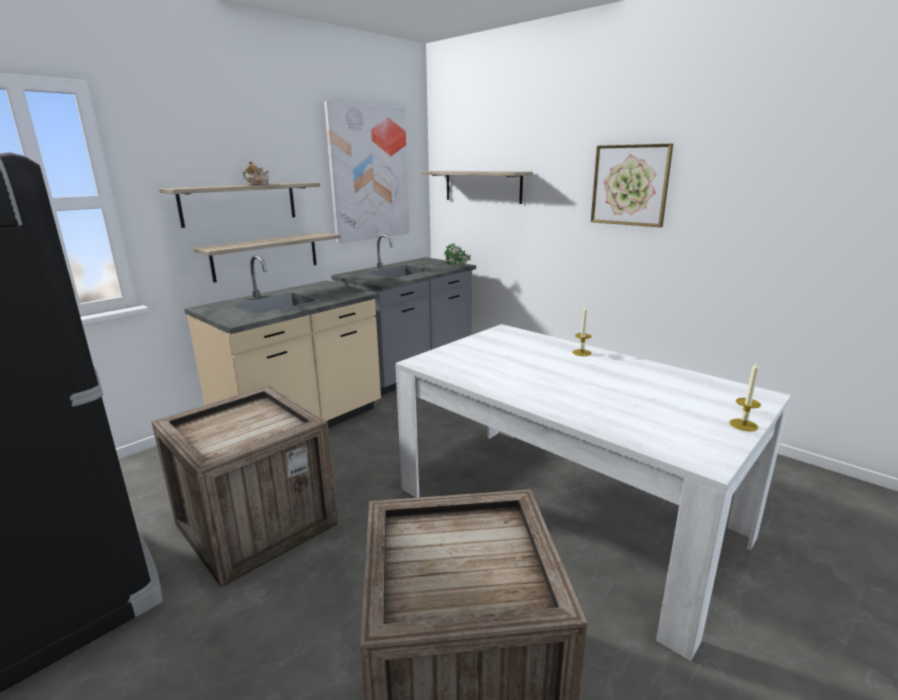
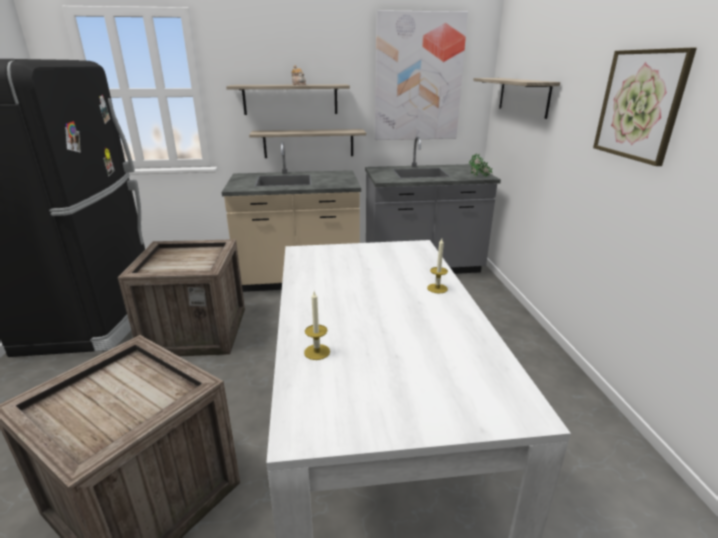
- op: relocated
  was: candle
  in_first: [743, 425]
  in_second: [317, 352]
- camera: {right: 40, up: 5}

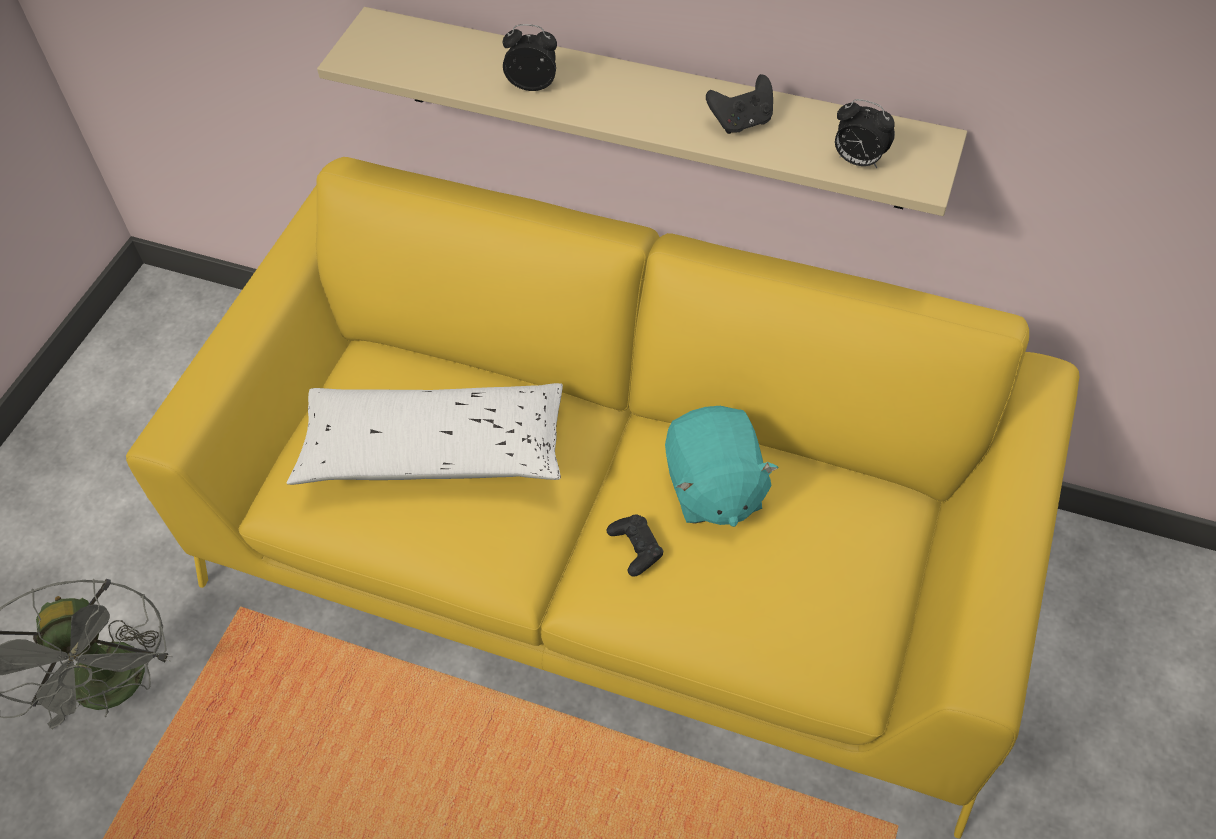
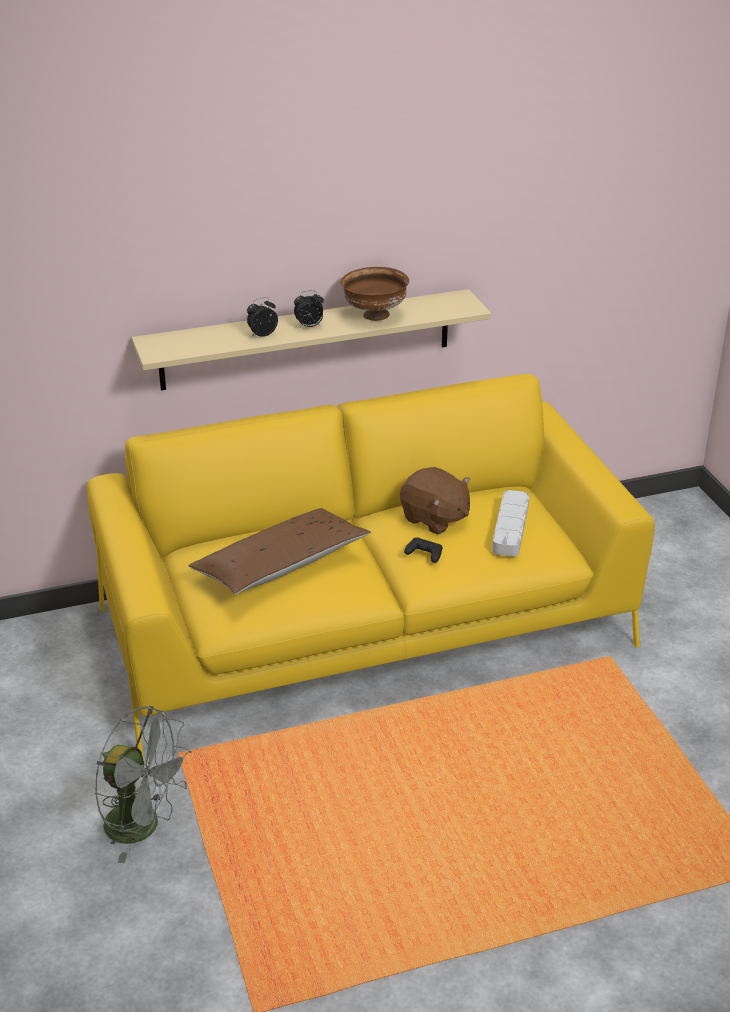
- op: colour
  was: white pillow
  now: brown pillow
  in_first: [434, 450]
  in_second: [281, 565]
- op: colour
  was: turquoise plush toy
  now: brown plush toy
  in_first: [713, 489]
  in_second: [434, 519]
- op: exchanged
  was: black game controller
  now: brown bowl
  in_first: [741, 122]
  in_second: [374, 315]
- op: relocated
  was: alarm clock
  in_first: [858, 161]
  in_second: [309, 326]
- op: appeared
  now: grey tray
  in_second: [510, 527]
- camera: {right: -40, up: -20}

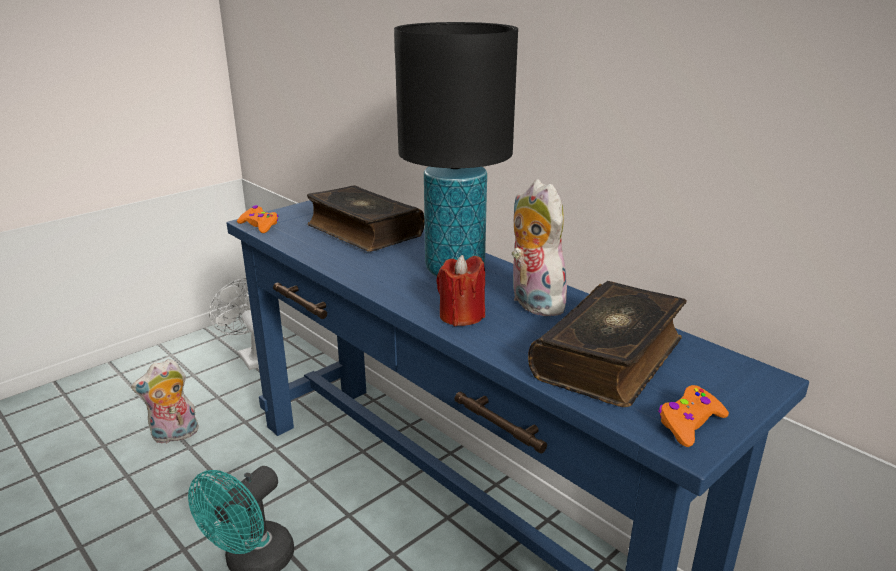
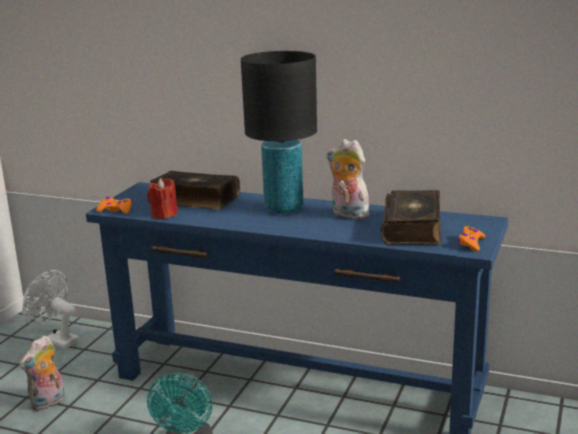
- op: relocated
  was: red candle
  in_first: [461, 316]
  in_second: [164, 214]
- camera: {right: -25, up: -5}

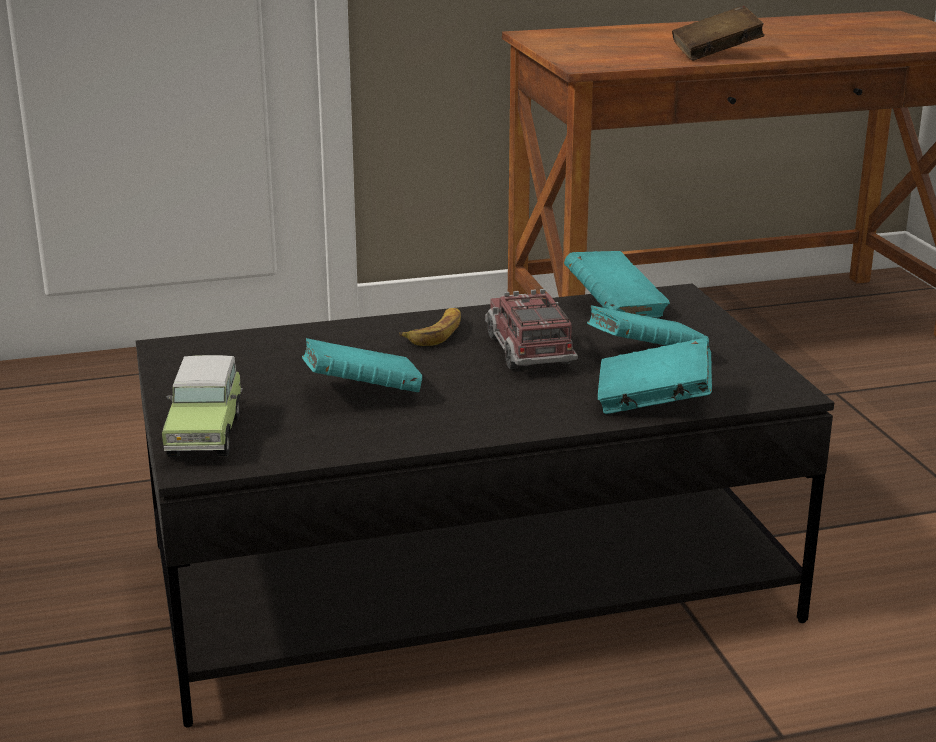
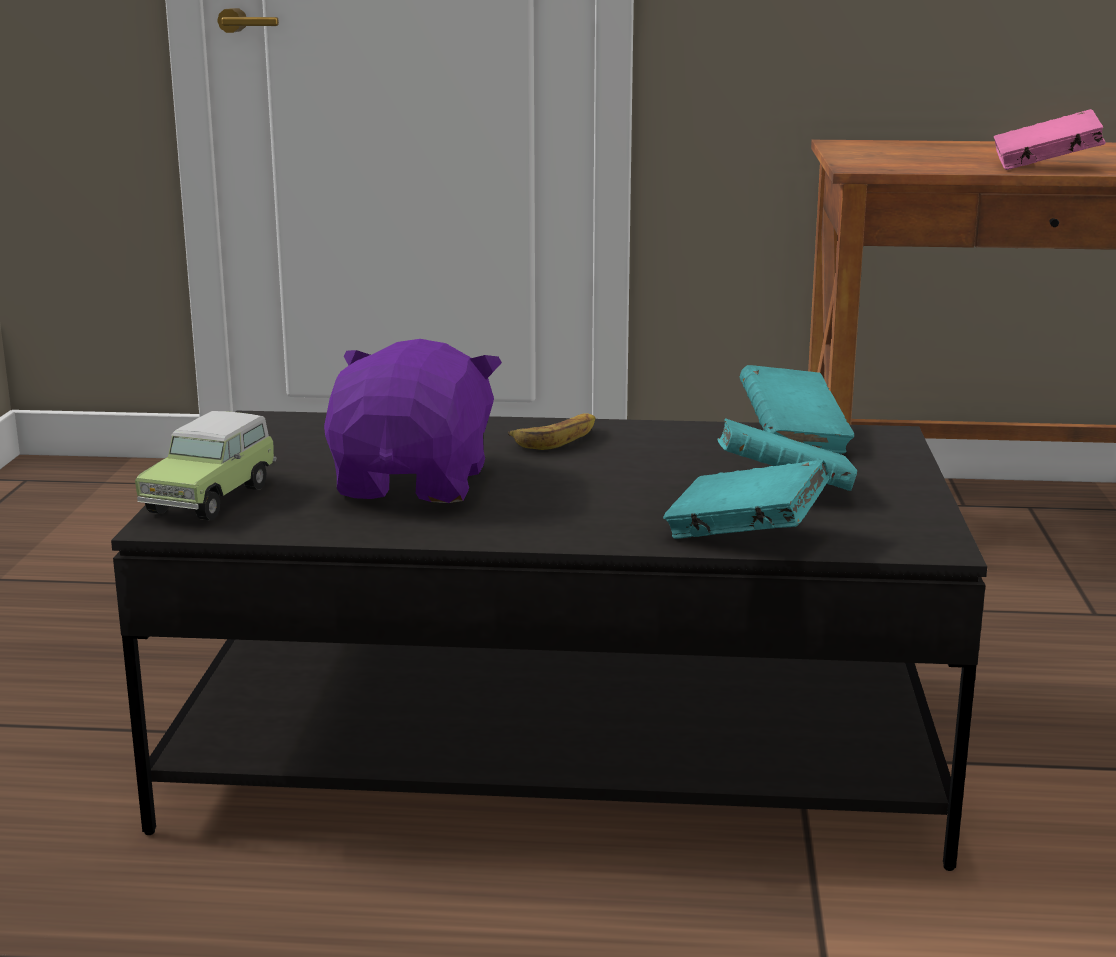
- op: exchanged
  was: turquoise book
  now: purple plush toy
  in_first: [362, 393]
  in_second: [415, 484]
- op: missing
  was: toy truck
  in_first: [529, 350]
- op: colour
  was: brown book
  now: pink book
  in_first: [716, 54]
  in_second: [1045, 167]
- camera: {right: 20, up: -5}

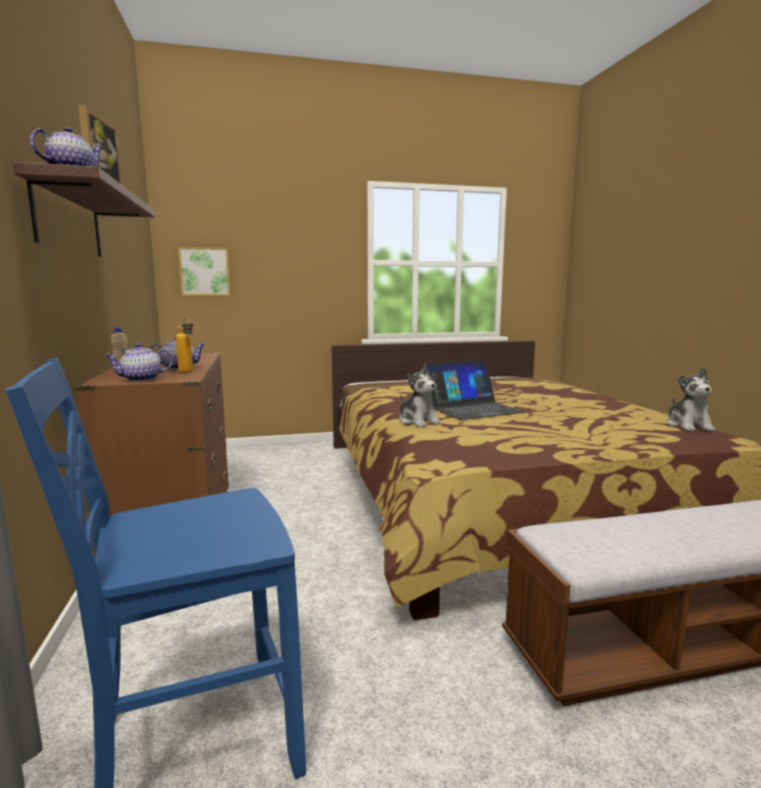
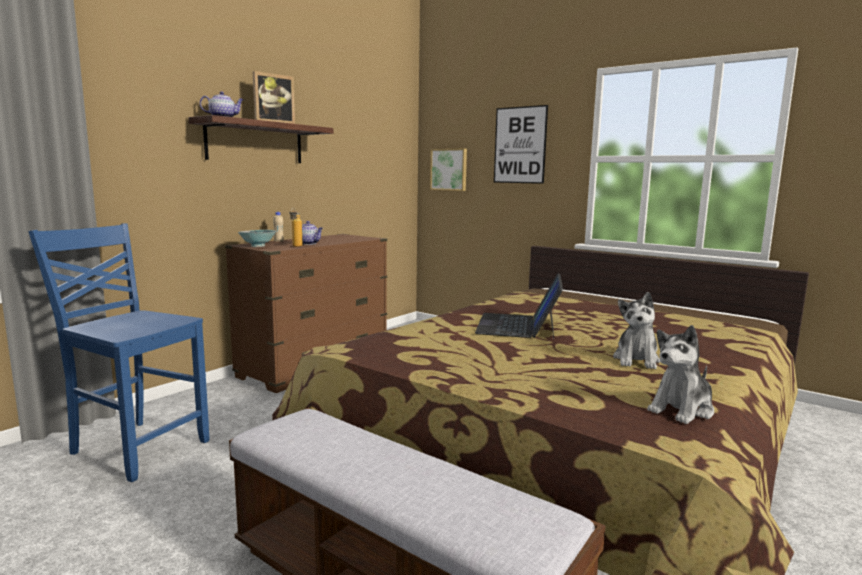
- op: exchanged
  was: teapot
  now: bowl
  in_first: [141, 379]
  in_second: [258, 246]
- op: relocated
  was: plush toy
  in_first: [418, 421]
  in_second: [636, 360]
- op: spun
  was: laptop
  in_first: [472, 408]
  in_second: [518, 325]
  clockwise: 75
- op: appeared
  now: picture
  in_second: [520, 145]
- camera: {right: 50, up: 0}

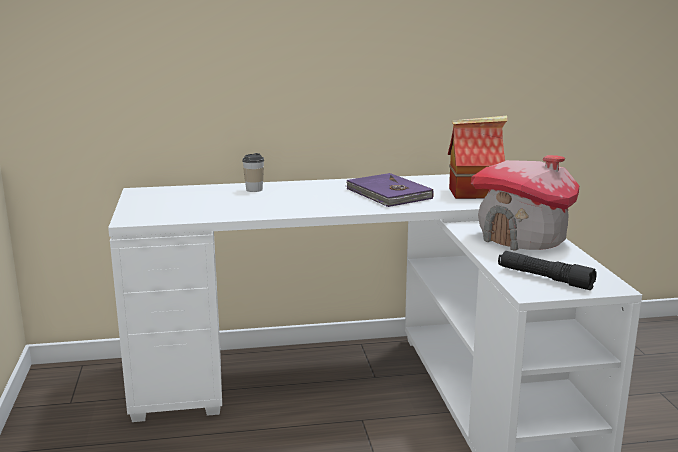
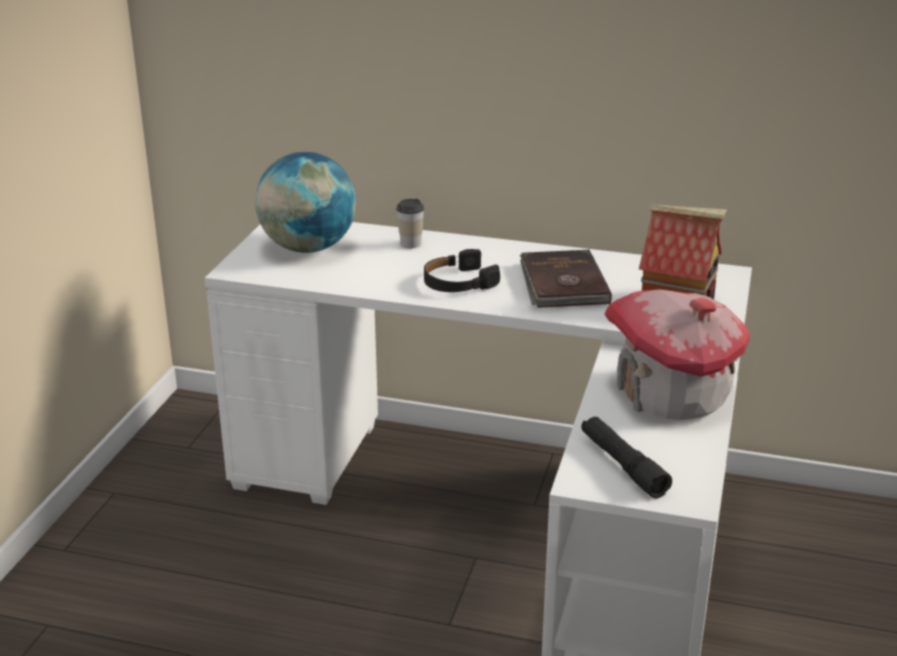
- op: colour
  was: purple book
  now: brown book
  in_first: [388, 194]
  in_second: [562, 284]
- op: appeared
  now: globe
  in_second: [308, 248]
- op: appeared
  now: black headphones
  in_second: [458, 282]
- camera: {right: 25, up: 10}

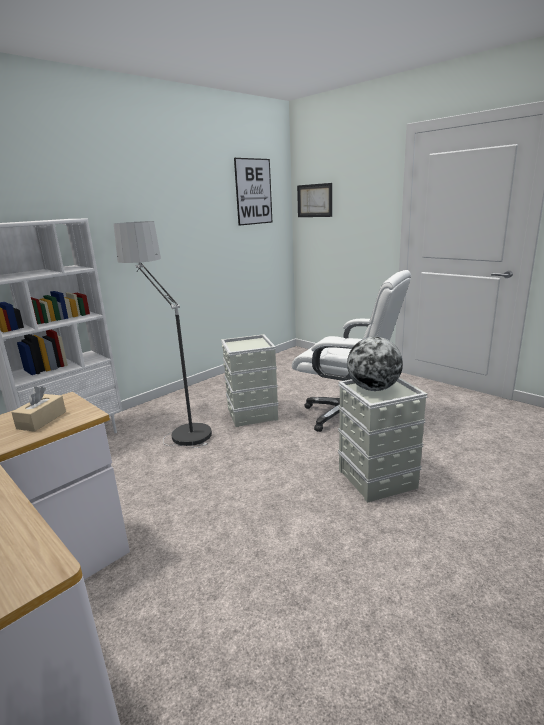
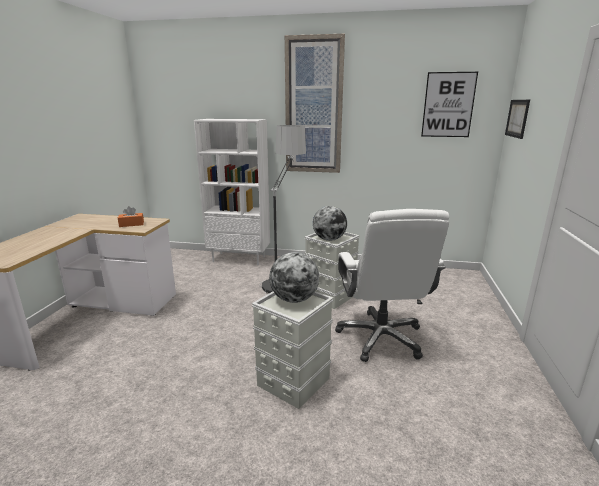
- op: colour
  was: beige tissue box
  now: orange tissue box
  in_first: [42, 420]
  in_second: [131, 224]
- op: appeared
  now: picture
  in_second: [314, 107]
- op: appeared
  now: globe
  in_second: [329, 239]
- camera: {right: 55, up: 0}

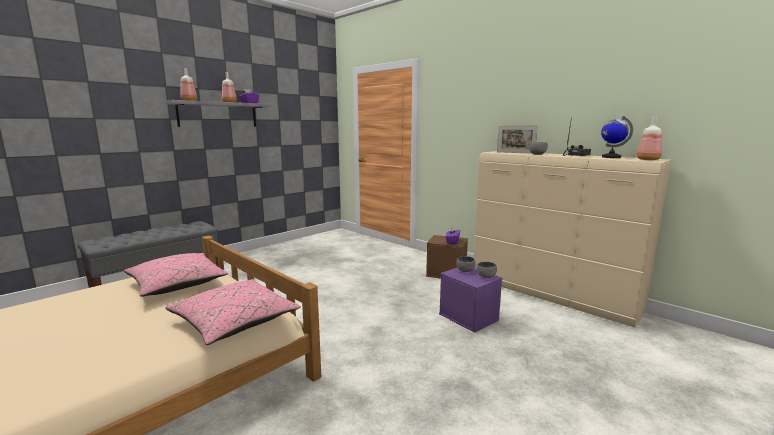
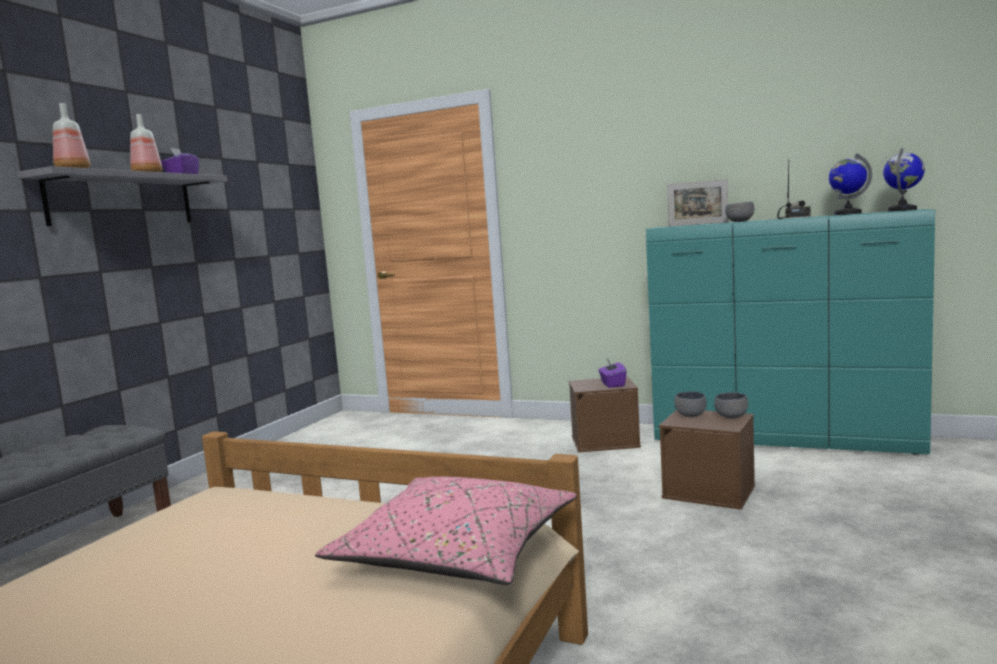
- op: missing
  was: pink pillow
  in_first: [177, 284]
- op: colour
  was: purple storage box
  now: brown storage box
  in_first: [469, 317]
  in_second: [710, 491]
- op: colour
  was: beige dresser
  now: turquoise dresser
  in_first: [550, 296]
  in_second: [784, 441]
- op: exchanged
  was: bottle
  now: globe
  in_first: [647, 159]
  in_second: [902, 210]
- camera: {right: -20, up: -5}

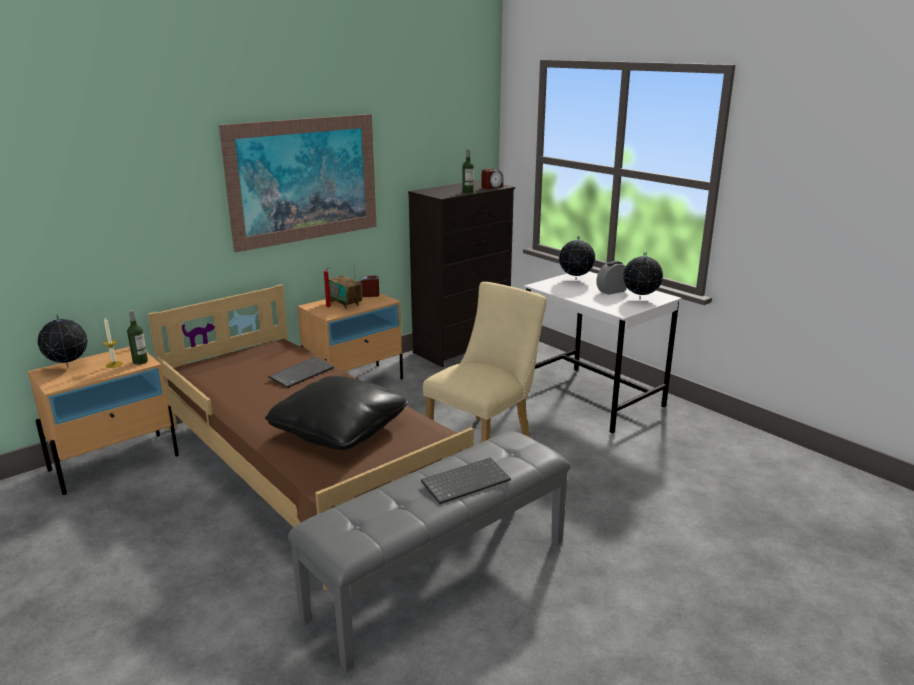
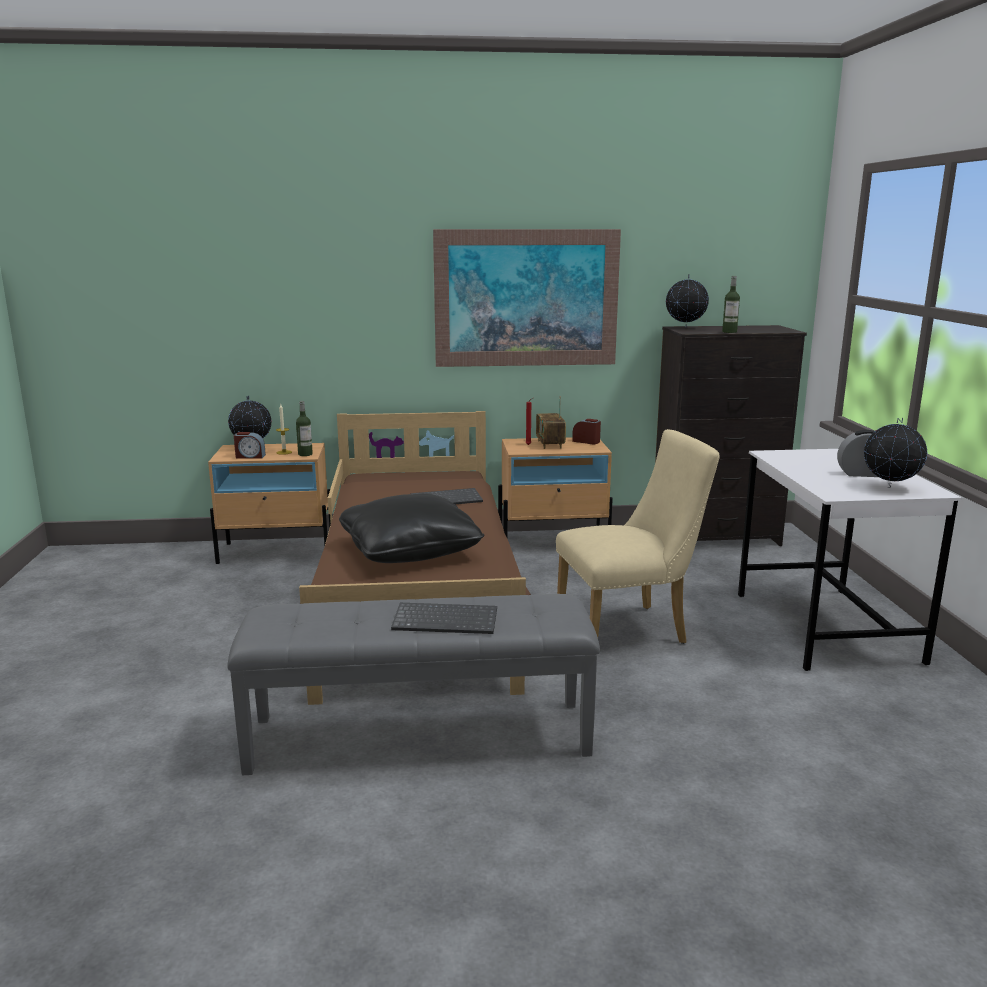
- op: relocated
  was: alarm clock
  in_first: [491, 187]
  in_second: [250, 456]
- op: relocated
  was: globe
  in_first: [575, 280]
  in_second: [685, 328]
- camera: {right: 35, up: -5}

